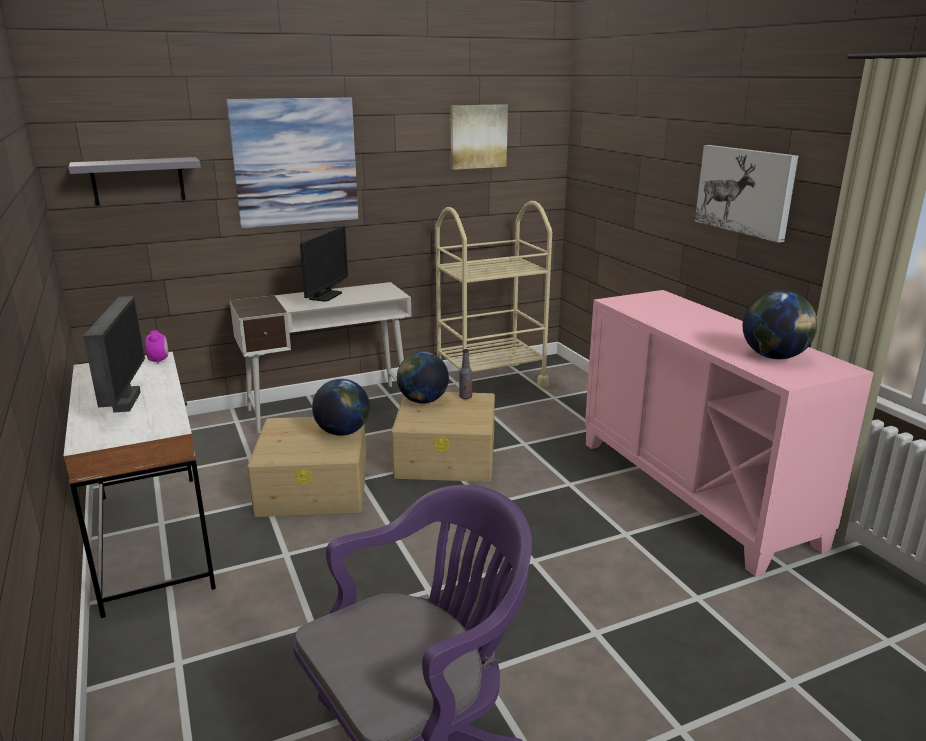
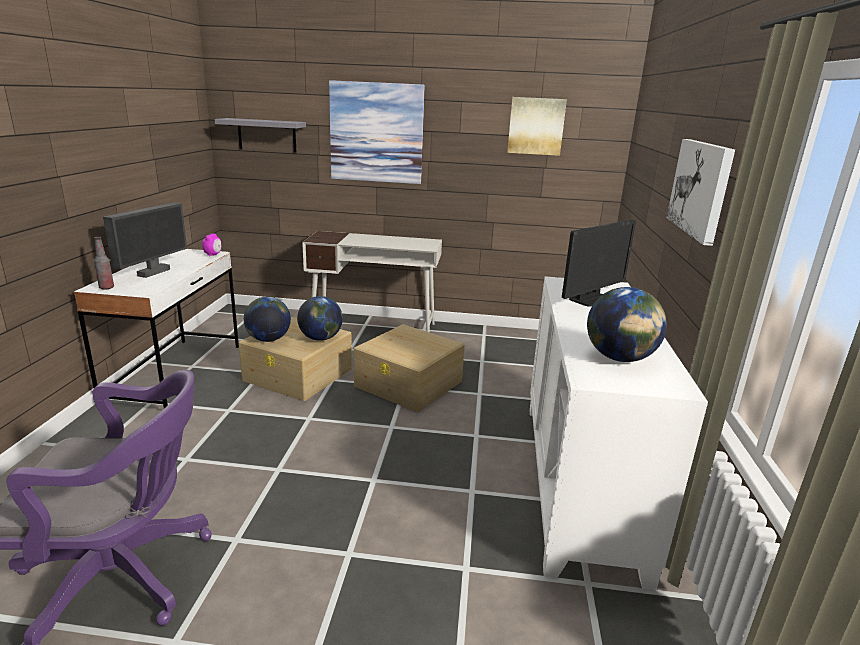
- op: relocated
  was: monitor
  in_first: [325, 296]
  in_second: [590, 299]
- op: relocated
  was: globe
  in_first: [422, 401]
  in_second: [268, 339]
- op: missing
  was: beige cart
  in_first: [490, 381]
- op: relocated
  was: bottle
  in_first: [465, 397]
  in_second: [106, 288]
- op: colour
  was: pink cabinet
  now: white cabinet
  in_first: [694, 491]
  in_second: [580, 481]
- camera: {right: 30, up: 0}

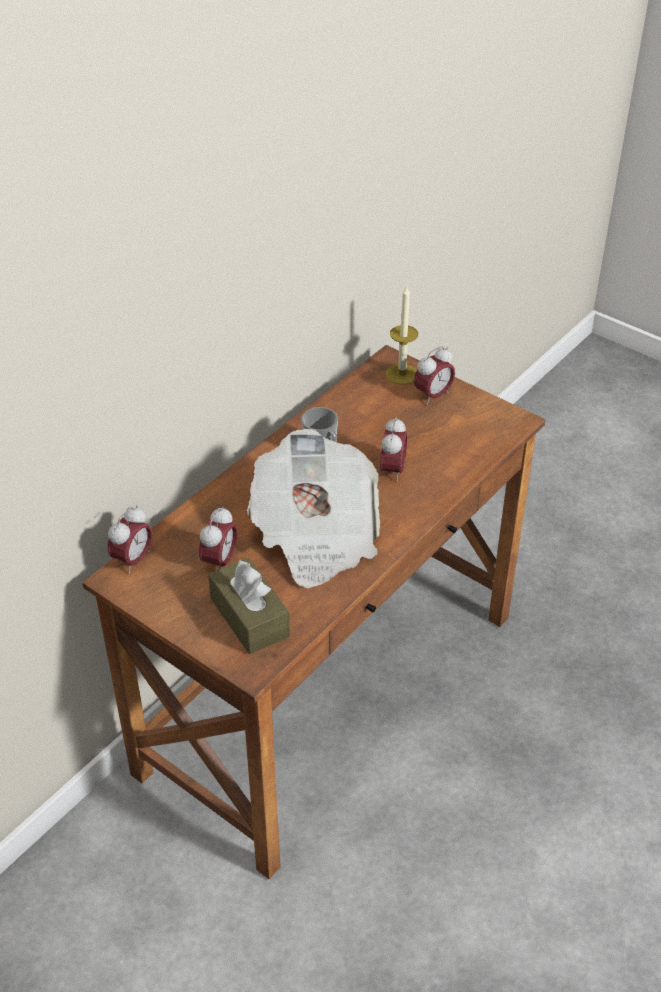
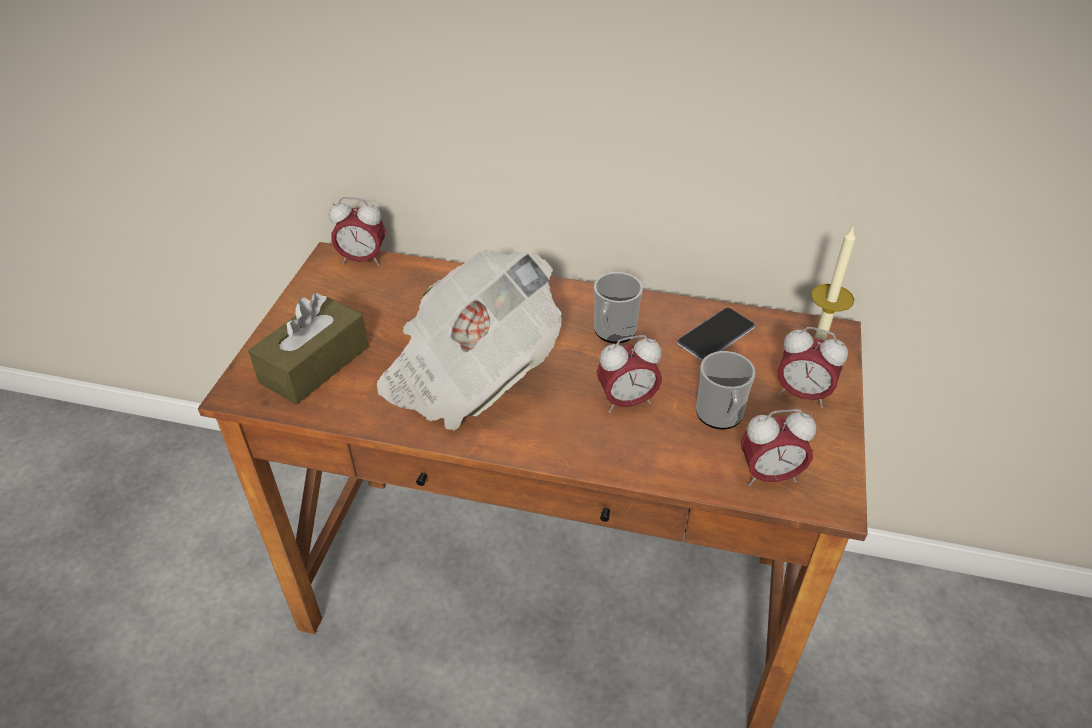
- op: relocated
  was: alarm clock
  in_first: [220, 561]
  in_second: [769, 475]
- op: appeared
  now: phone
  in_second: [715, 335]
- op: appeared
  now: mug
  in_second: [720, 417]
- camera: {right: 65, up: 0}

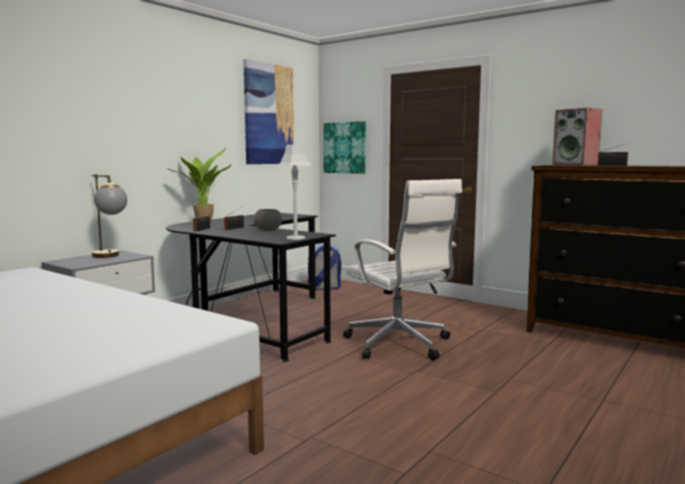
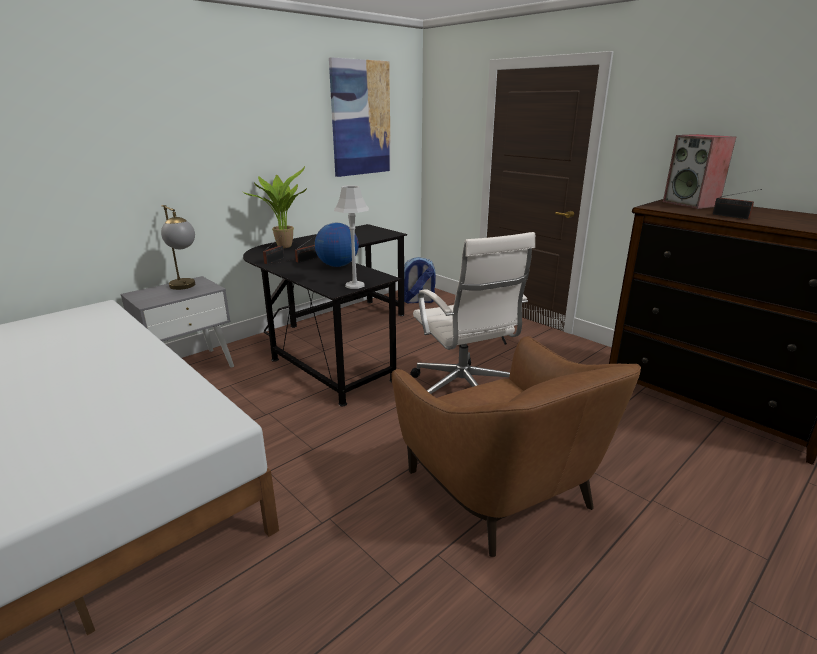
- op: exchanged
  was: grey bowl
  now: globe
  in_first: [268, 230]
  in_second: [337, 265]
- op: missing
  was: picture
  in_first: [345, 147]
- op: appeared
  now: brown armchair
  in_second: [501, 489]
- camera: {right: 10, up: 15}

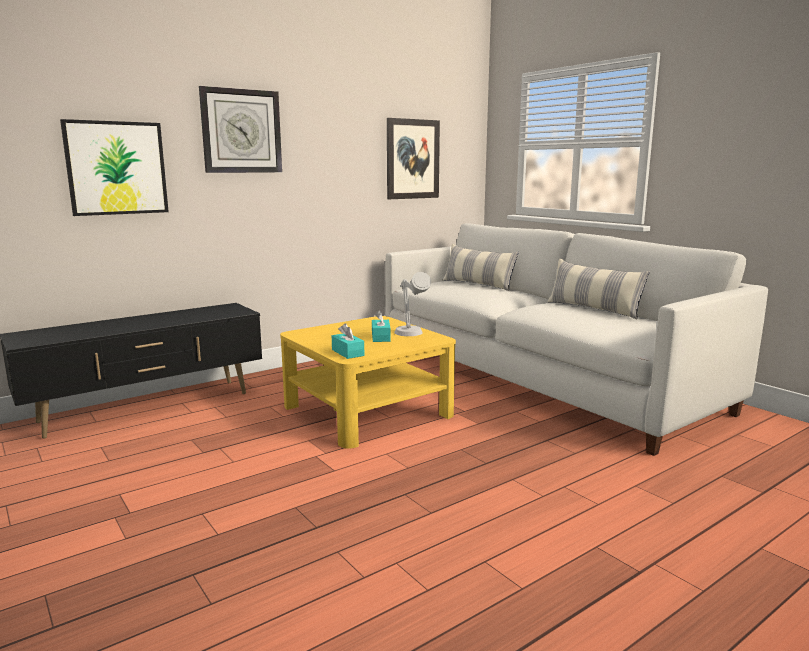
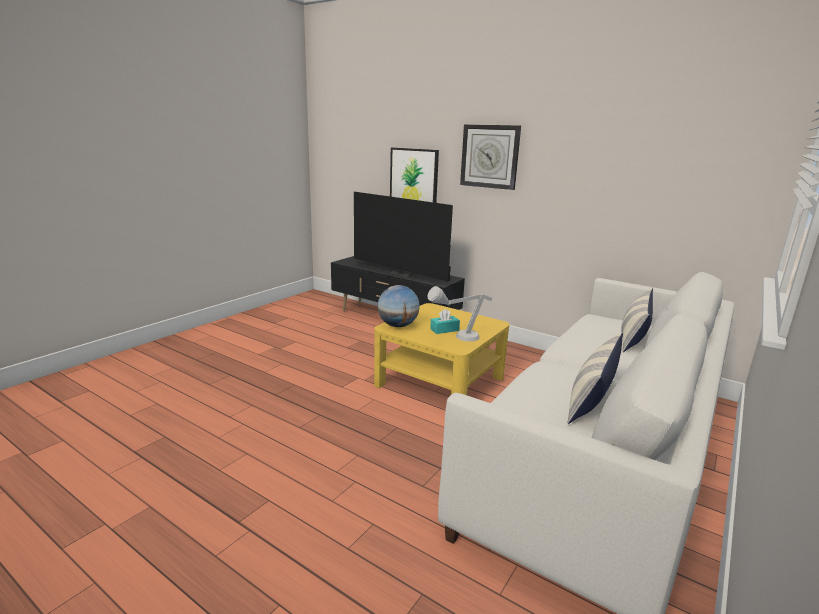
- op: exchanged
  was: turquoise tissue box
  now: globe
  in_first: [347, 352]
  in_second: [398, 326]
- op: missing
  was: picture
  in_first: [412, 159]
- op: appeared
  now: television
  in_second: [402, 273]
- camera: {right: 70, up: 5}

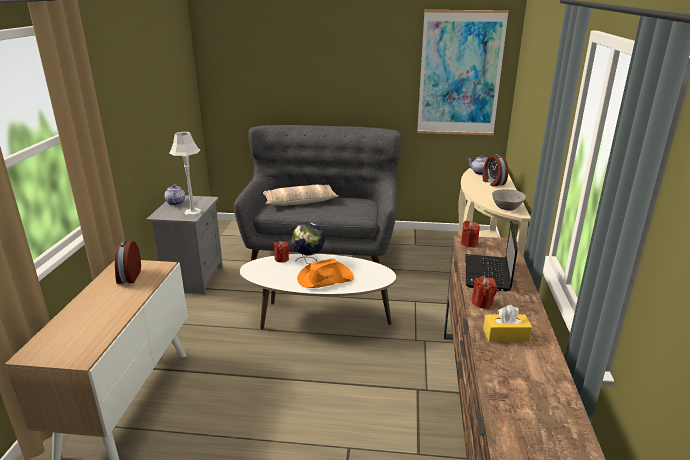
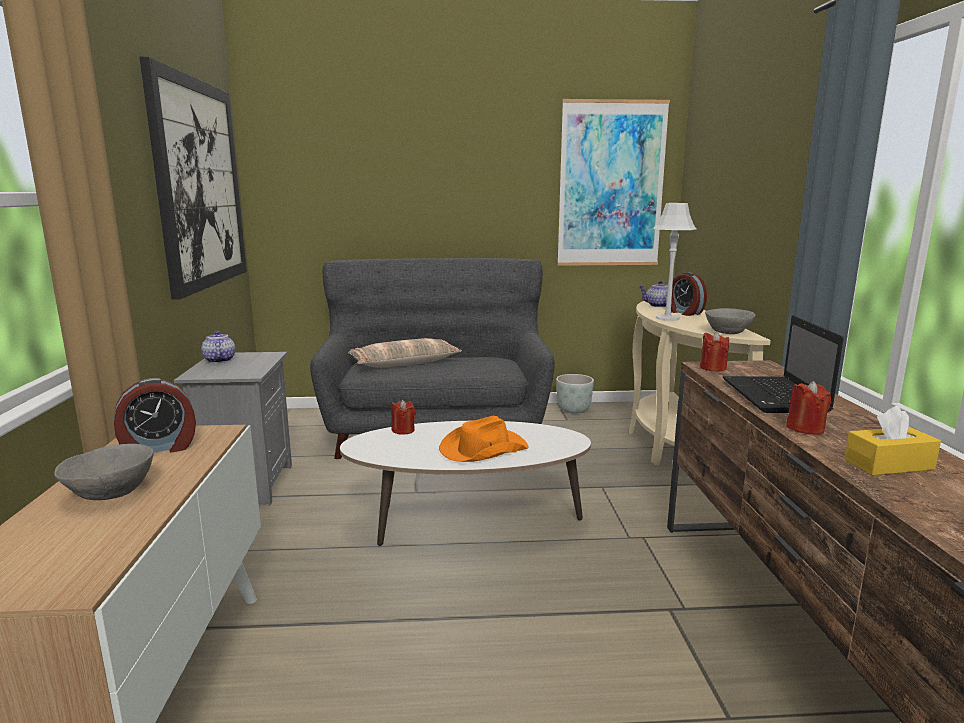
- op: spun
  was: alarm clock
  in_first: [128, 276]
  in_second: [159, 448]
  clockwise: -105
- op: relocated
  was: grey table lamp
  in_first: [193, 212]
  in_second: [667, 318]
- op: missing
  was: globe
  in_first: [309, 261]
- op: appeared
  now: grey bowl
  in_second: [112, 492]
- op: appeared
  now: picture
  in_second: [199, 184]
- op: appeared
  now: grey planter
  in_second: [574, 410]
- camera: {right: -10, up: -10}

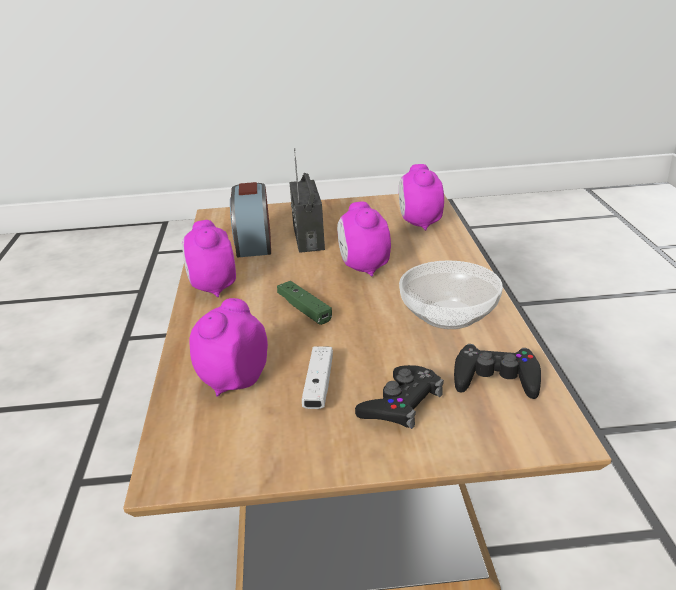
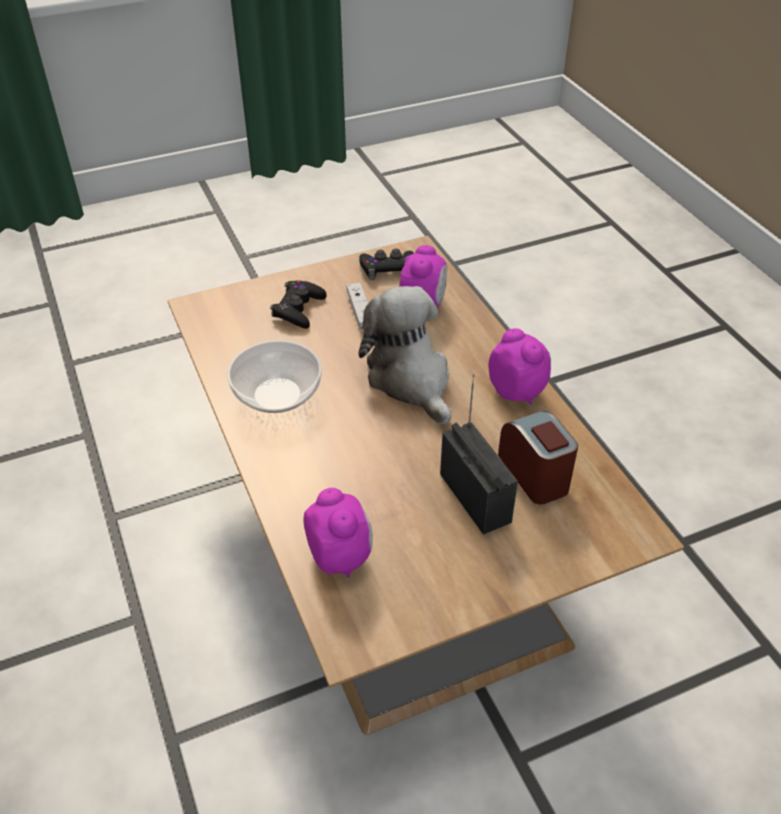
- op: exchanged
  was: green game controller
  now: plush toy
  in_first: [304, 309]
  in_second: [410, 379]
- op: missing
  was: alarm clock
  in_first: [363, 268]
- op: relocated
  was: black game controller
  in_first: [496, 379]
  in_second: [388, 269]
- camera: {right: 160, up: 15}

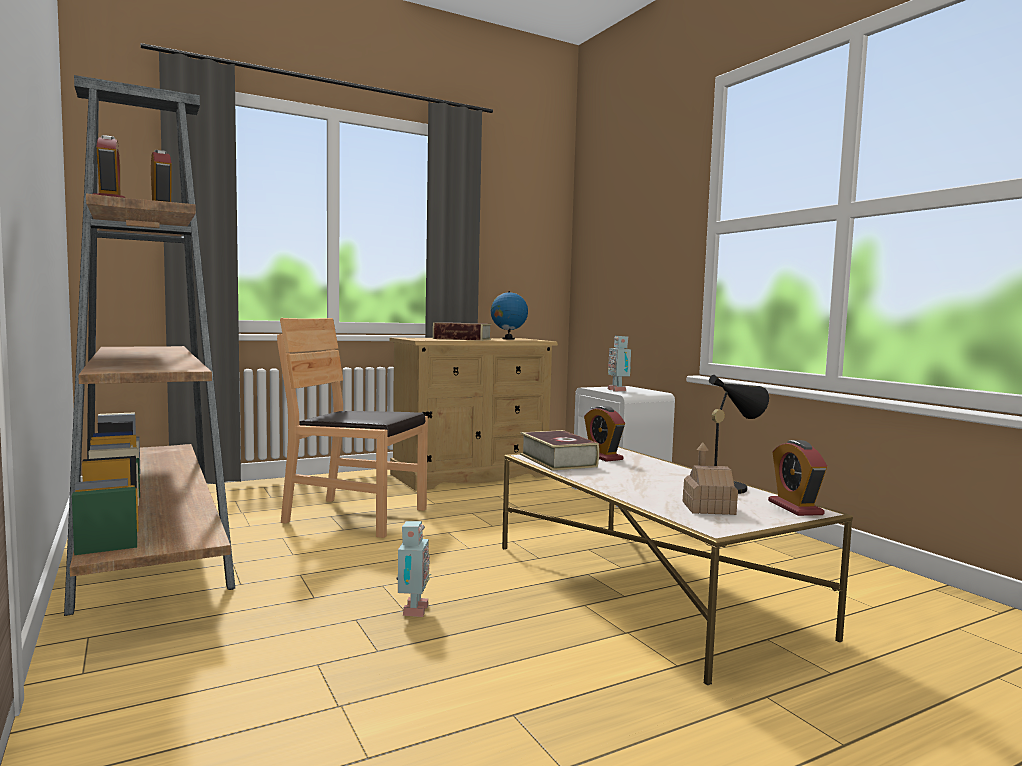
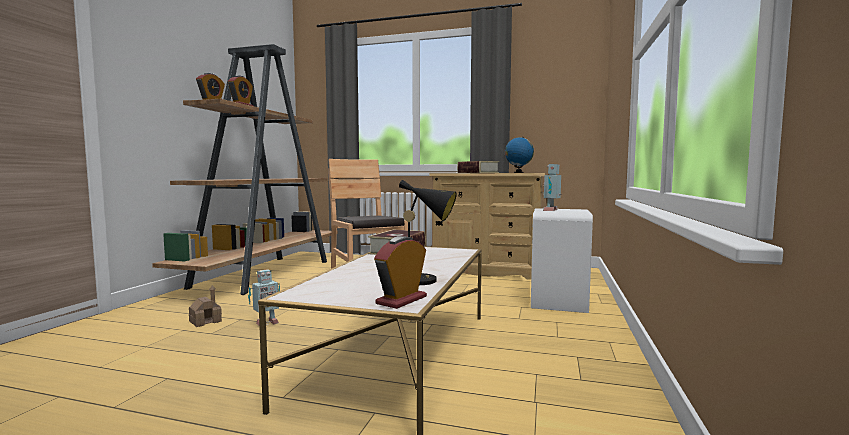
- op: missing
  was: alarm clock
  in_first: [602, 456]
- op: relocated
  was: toy house
  in_first: [708, 508]
  in_second: [205, 321]
- camera: {right: 45, up: 0}

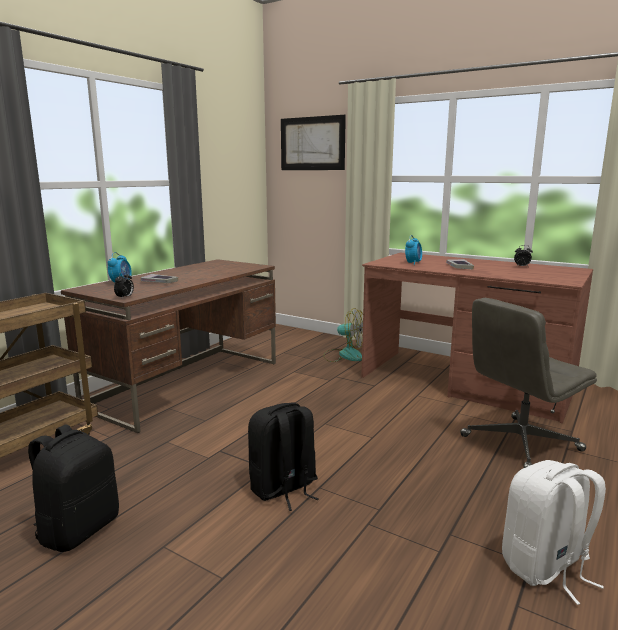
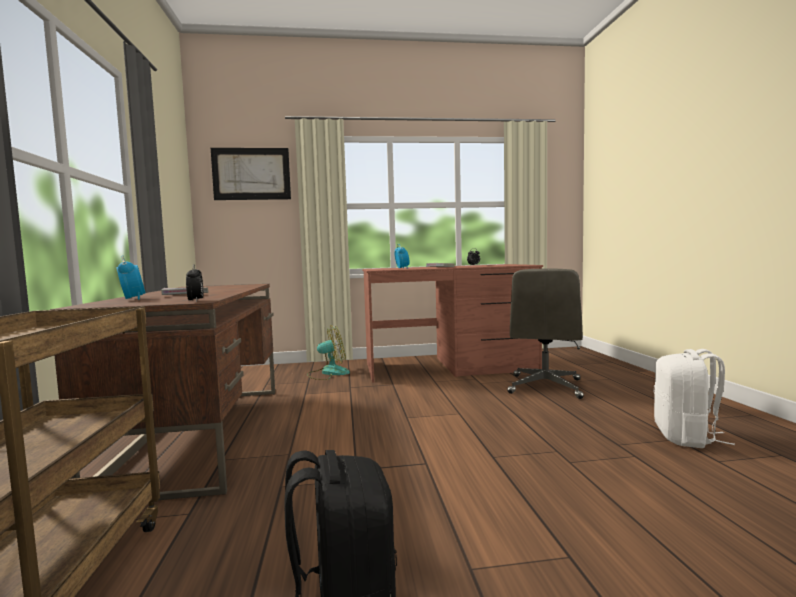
- op: missing
  was: black backpack
  in_first: [283, 489]
- camera: {right: -40, up: -10}

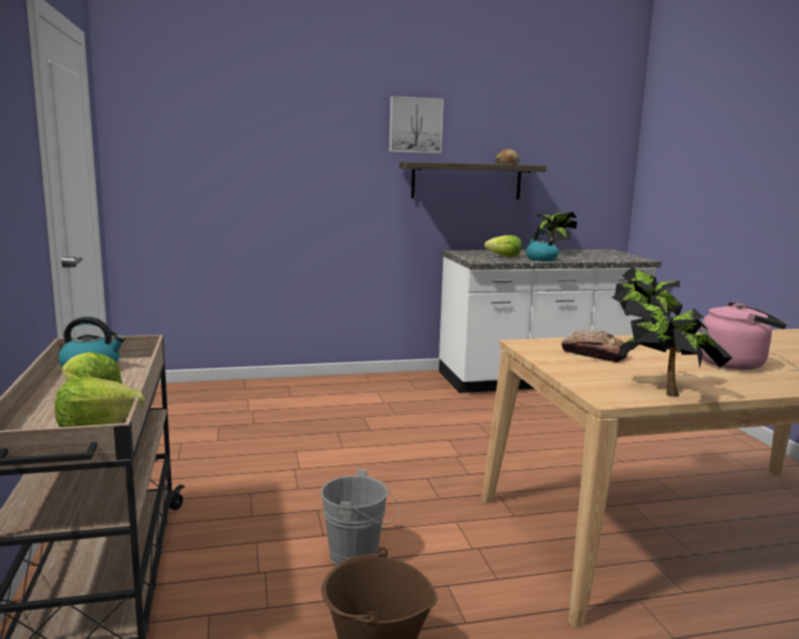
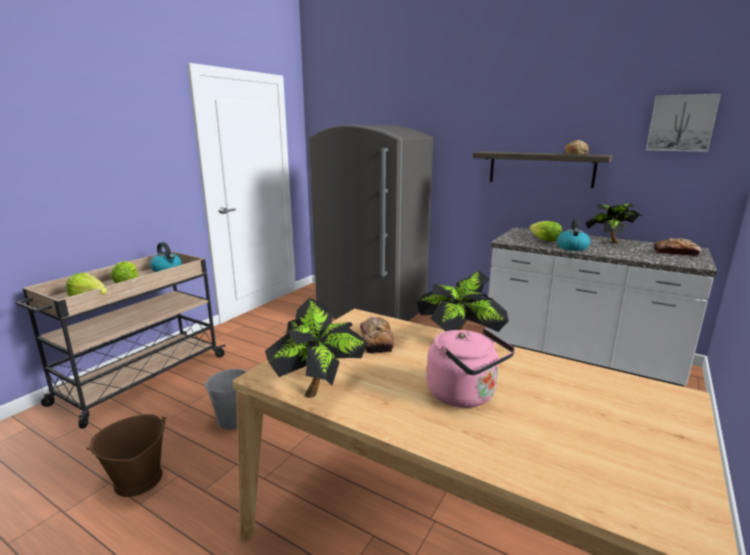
- op: relocated
  was: picture
  in_first: [415, 125]
  in_second: [681, 123]
- op: appeared
  now: grey fridge
  in_second: [372, 312]
- op: appeared
  now: bread
  in_second: [675, 253]
- camera: {right: 45, up: 5}

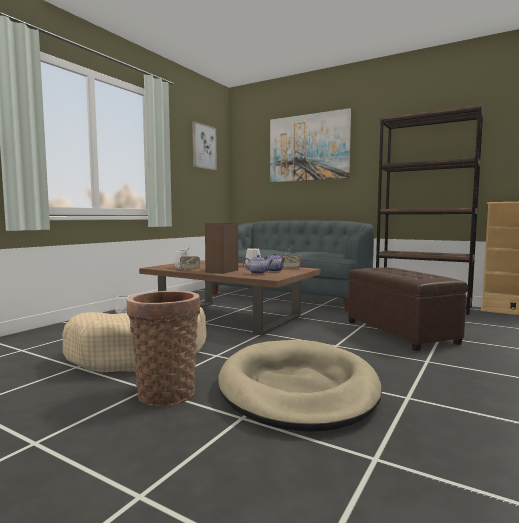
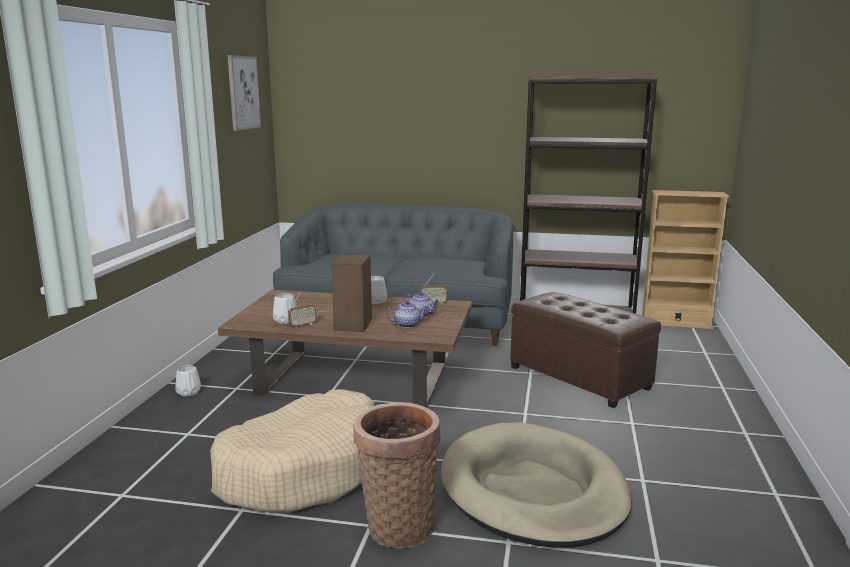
- op: missing
  was: picture
  in_first: [308, 147]
- camera: {right: -20, up: 10}

